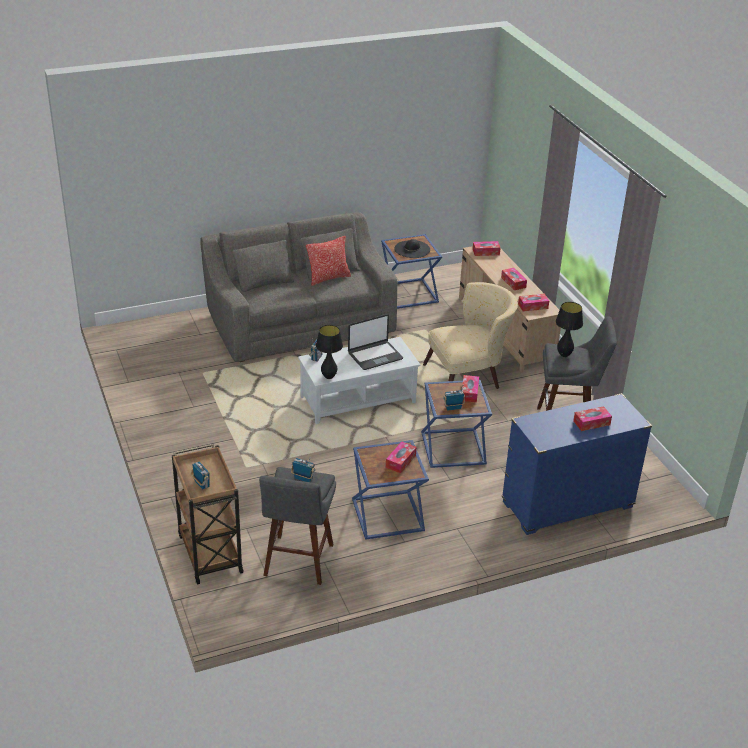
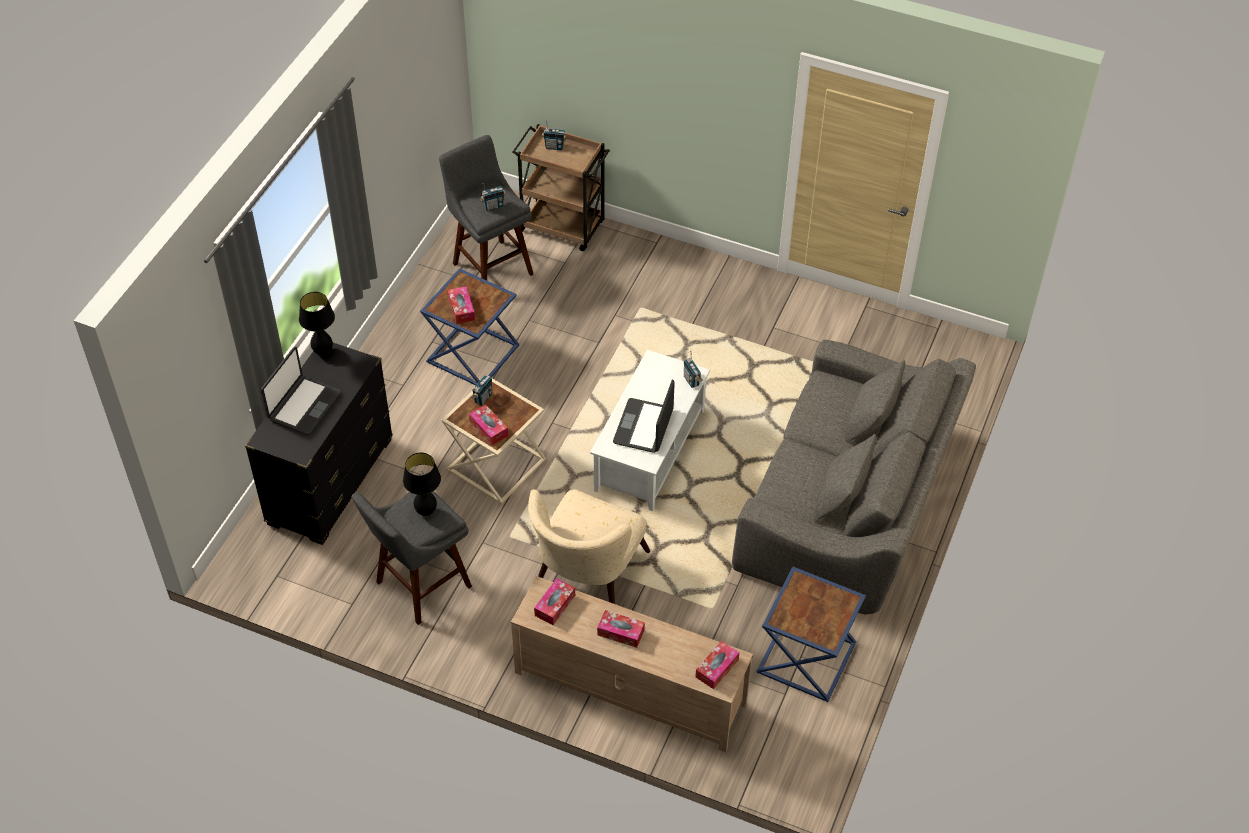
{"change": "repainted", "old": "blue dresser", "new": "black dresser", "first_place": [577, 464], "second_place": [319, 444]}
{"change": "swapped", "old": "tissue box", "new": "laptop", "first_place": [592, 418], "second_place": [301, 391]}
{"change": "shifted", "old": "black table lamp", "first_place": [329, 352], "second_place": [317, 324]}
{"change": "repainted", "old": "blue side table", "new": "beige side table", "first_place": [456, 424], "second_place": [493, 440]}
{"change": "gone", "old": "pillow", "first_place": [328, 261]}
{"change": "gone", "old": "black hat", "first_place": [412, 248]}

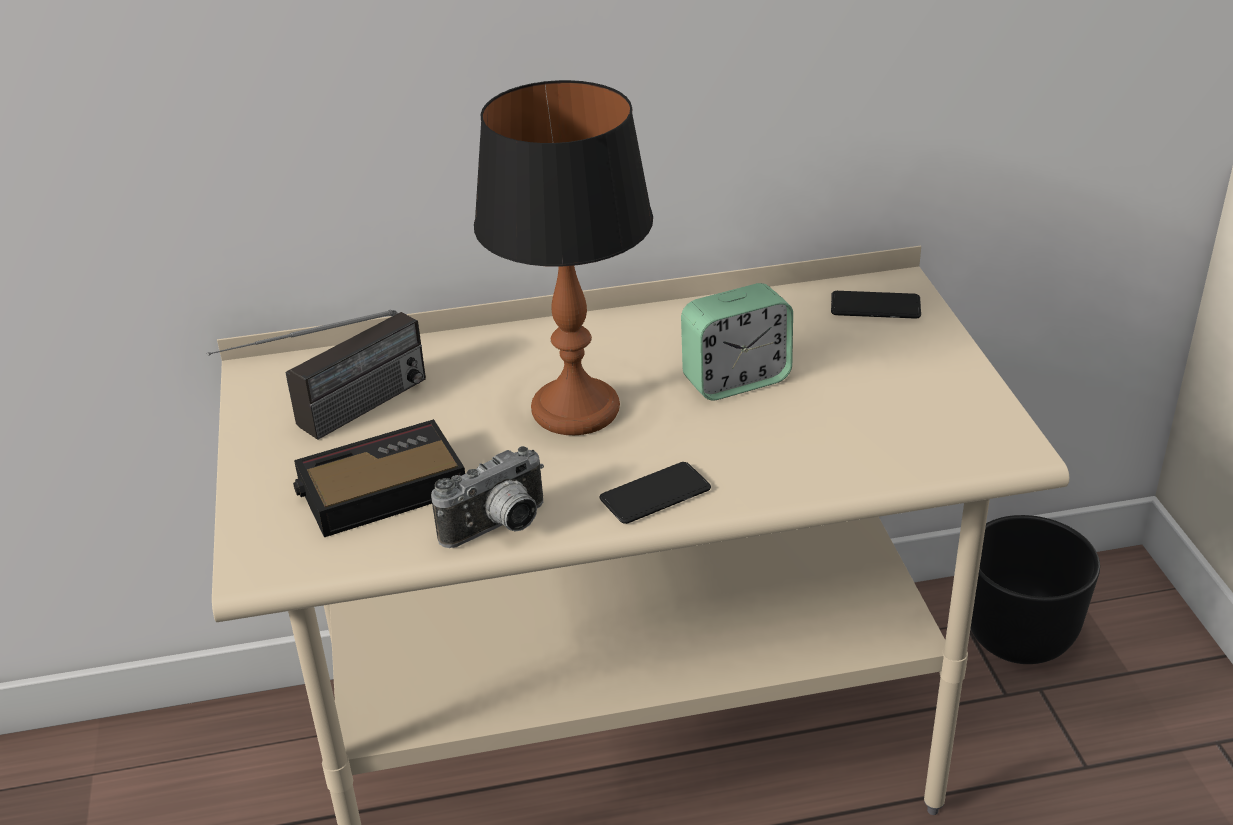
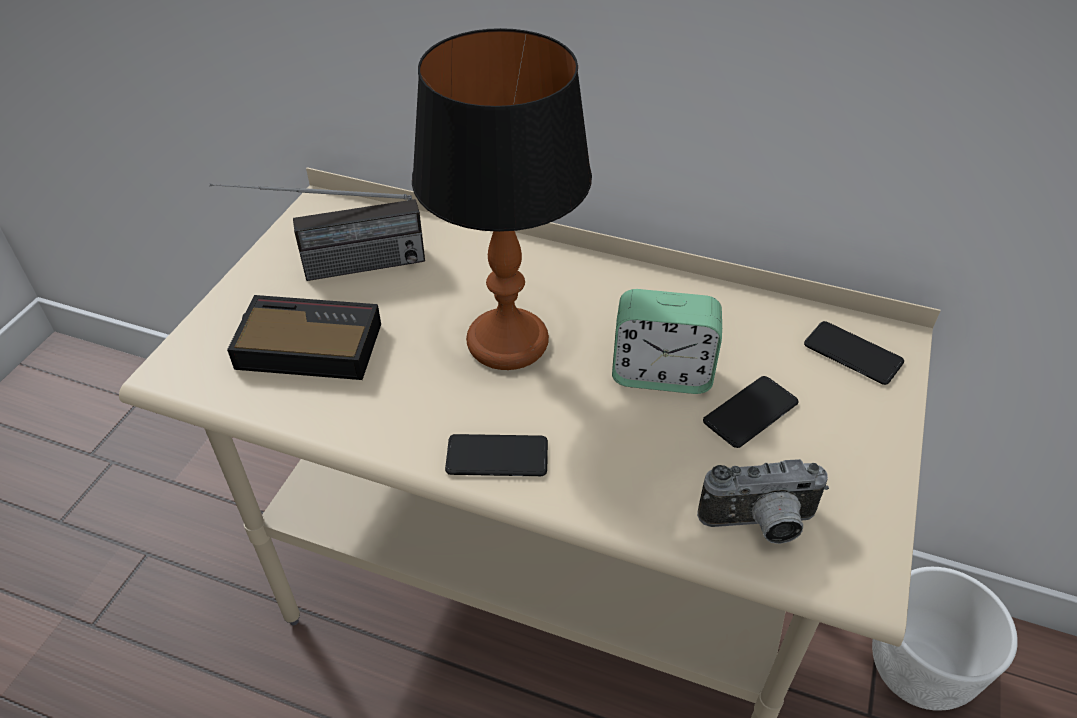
{"change": "shifted", "old": "photo camera", "first_place": [487, 497], "second_place": [763, 501]}
{"change": "new", "new": "phone", "second_place": [751, 412]}
{"change": "repainted", "old": "black planter", "new": "white planter", "first_place": [1035, 589], "second_place": [945, 639]}

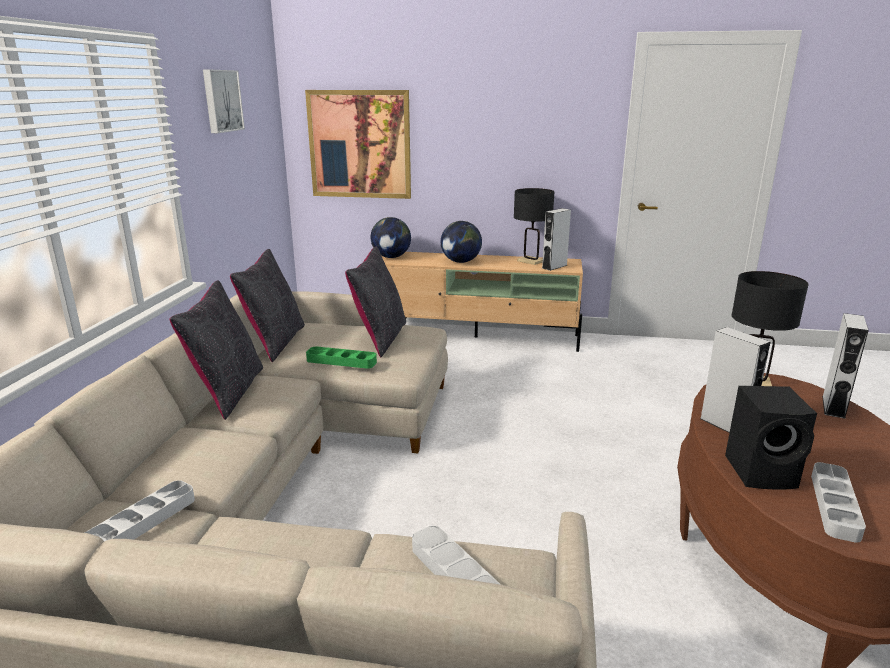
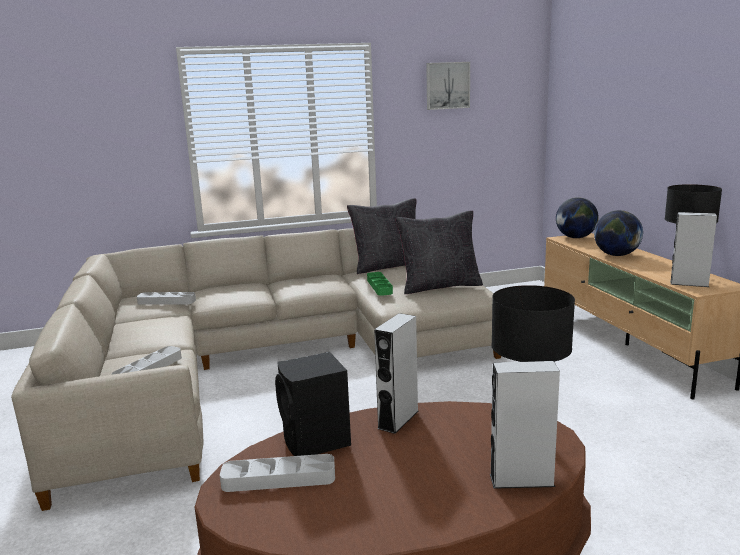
{"change": "gone", "old": "black pillow", "first_place": [216, 350]}
{"change": "gone", "old": "picture", "first_place": [358, 144]}

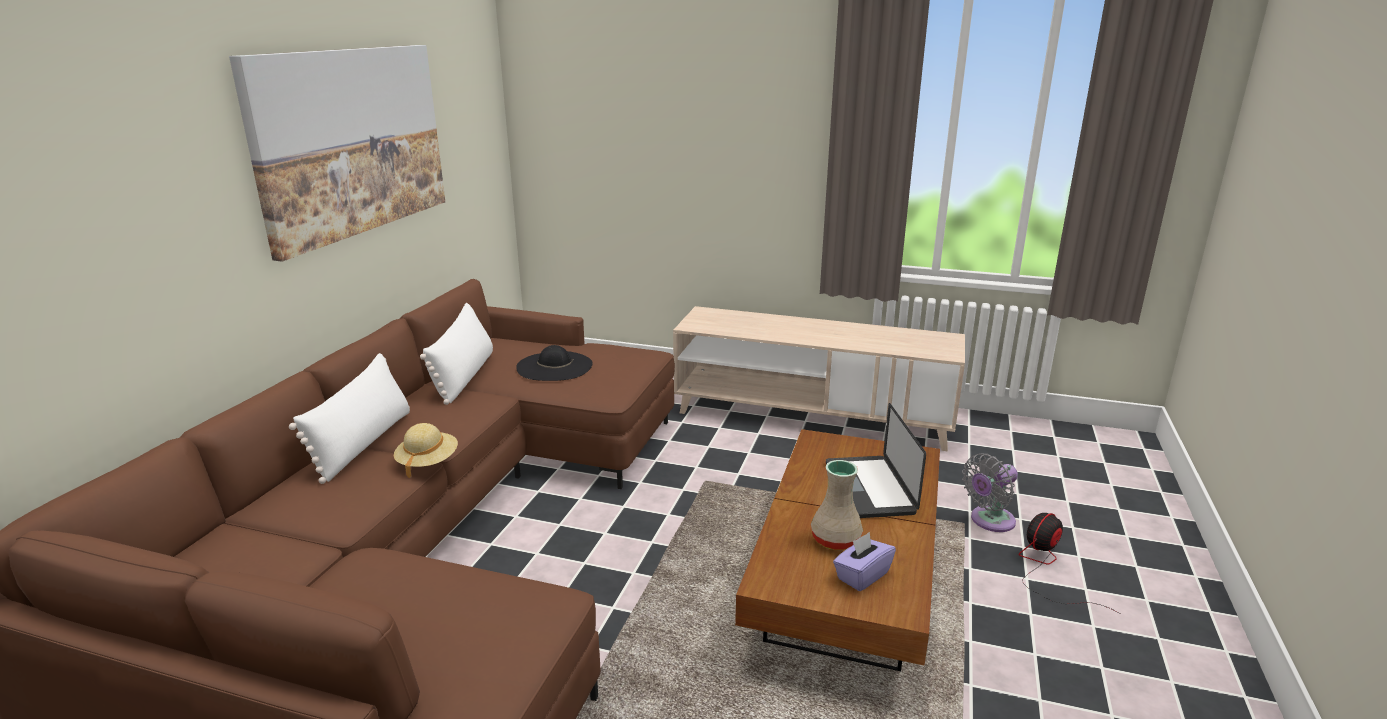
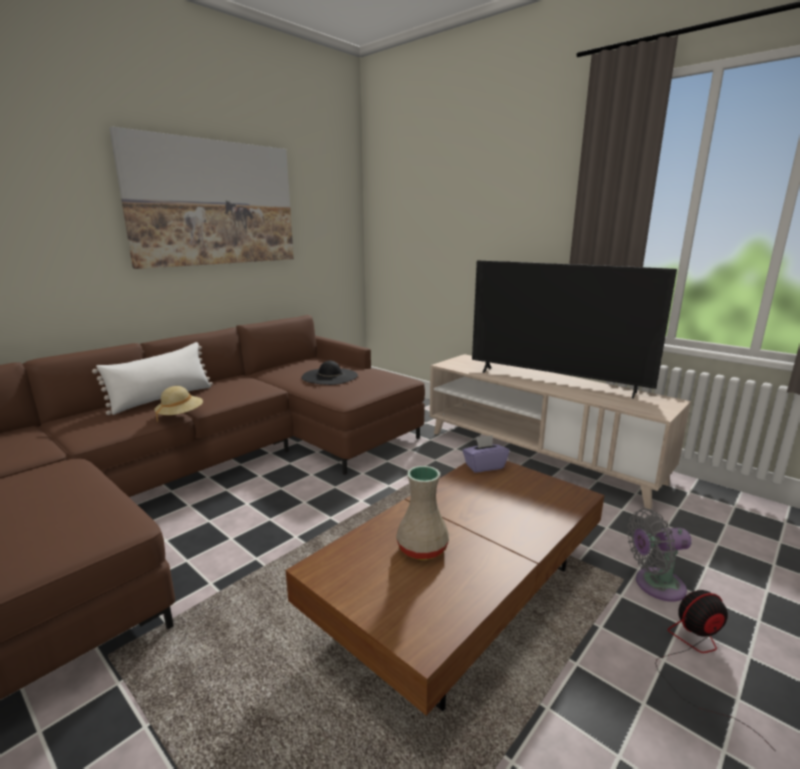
{"change": "shifted", "old": "purple tissue box", "first_place": [864, 561], "second_place": [486, 454]}
{"change": "new", "new": "television", "second_place": [574, 329]}
{"change": "gone", "old": "white pillow", "first_place": [456, 354]}
{"change": "gone", "old": "laptop", "first_place": [876, 460]}

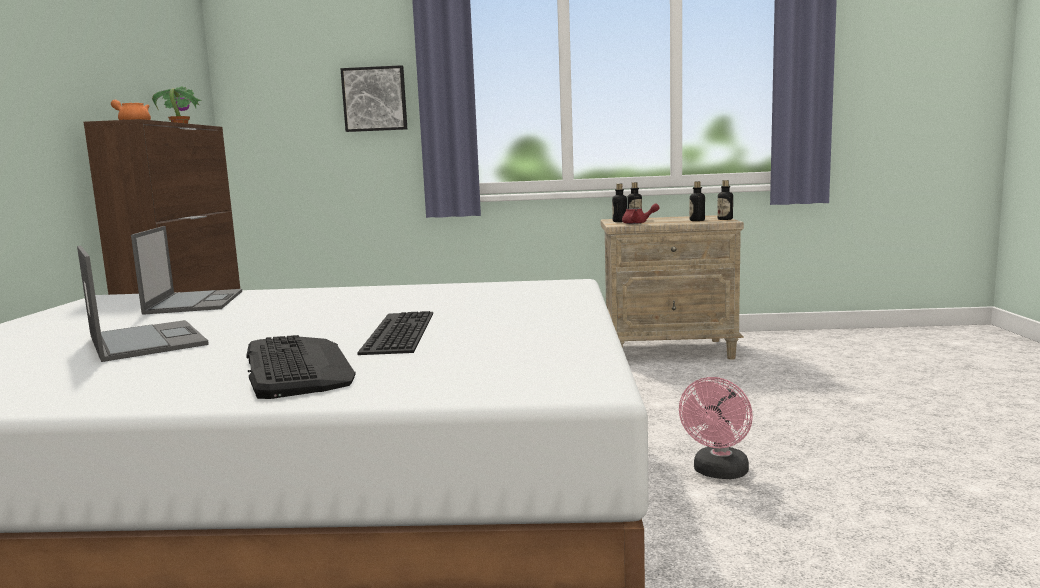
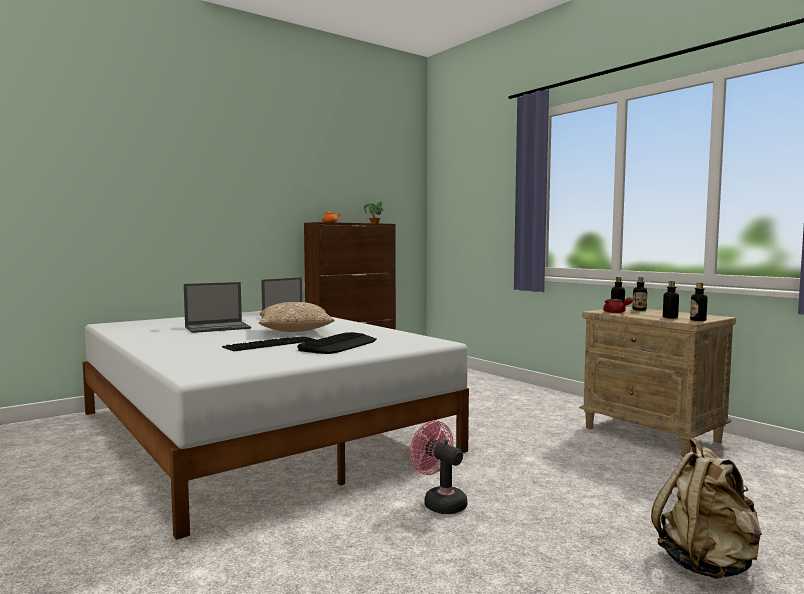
{"change": "rotated", "old": "laptop", "first_place": [143, 304], "second_place": [217, 307], "degrees": 45}
{"change": "new", "new": "pillow", "second_place": [296, 317]}
{"change": "shifted", "old": "keyboard", "first_place": [301, 367], "second_place": [337, 343]}
{"change": "rotated", "old": "pink fan", "first_place": [716, 428], "second_place": [438, 467], "degrees": 60}
{"change": "new", "new": "beige backpack", "second_place": [706, 508]}
{"change": "gone", "old": "picture", "first_place": [373, 98]}

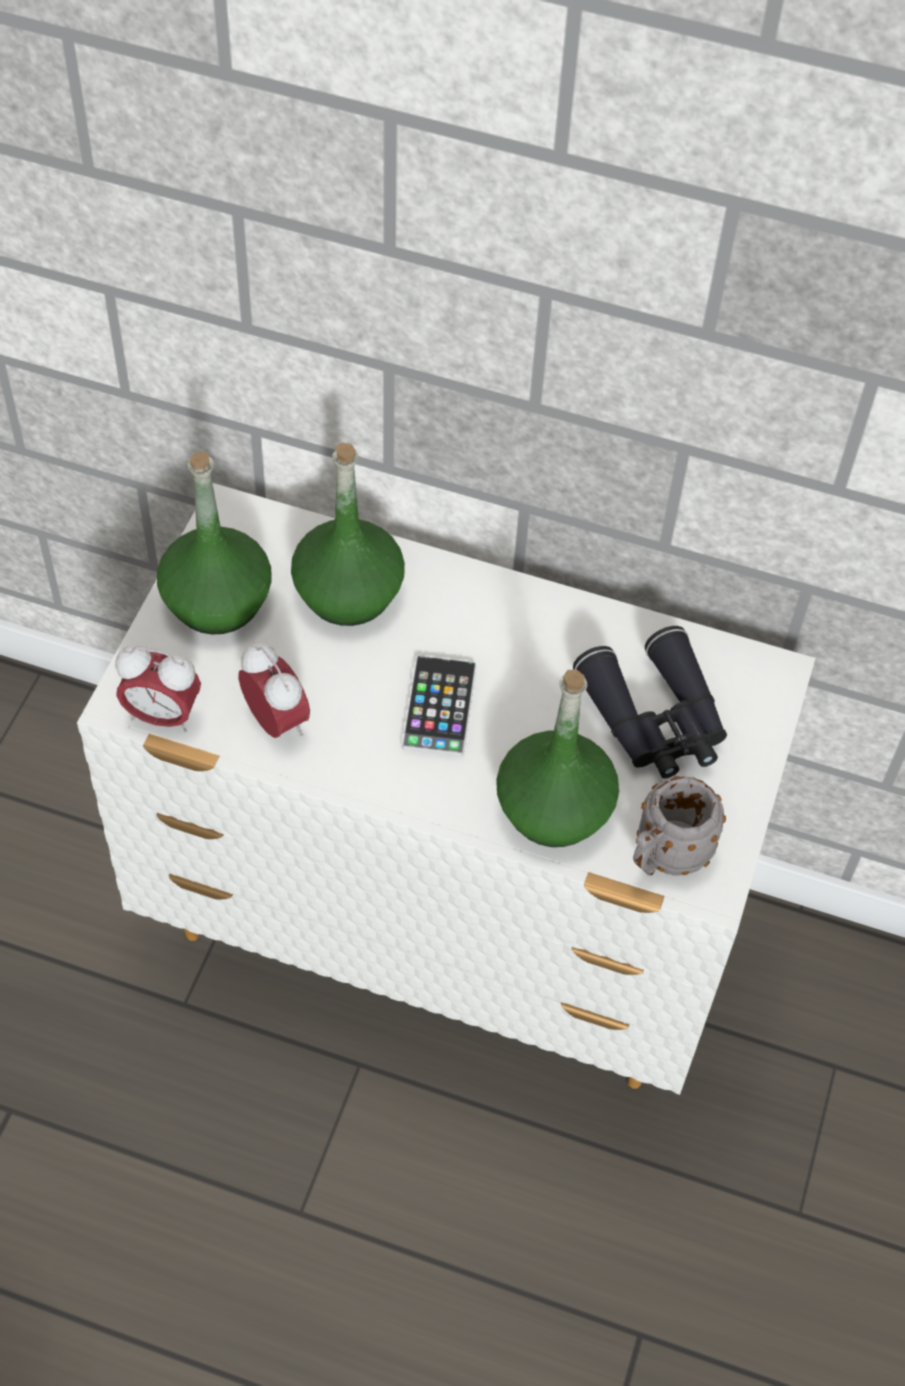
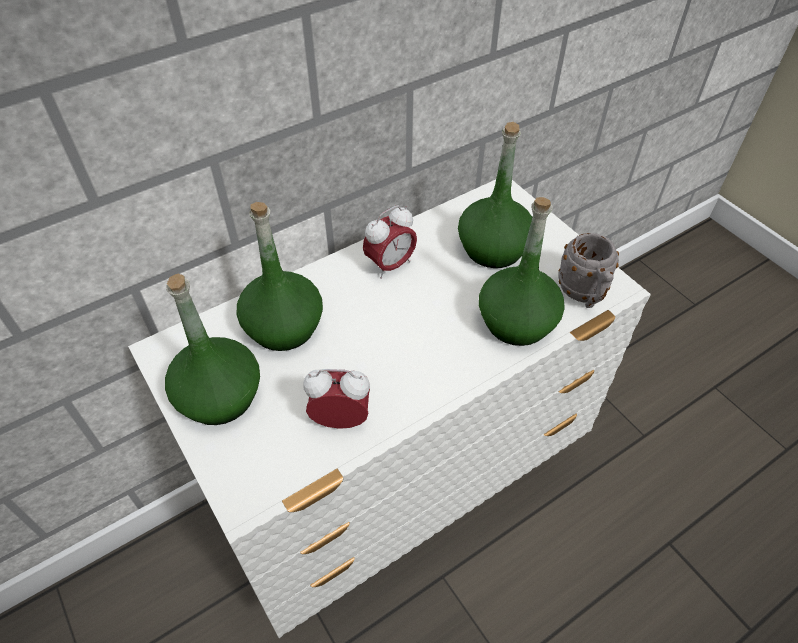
{"change": "shifted", "old": "alarm clock", "first_place": [158, 689], "second_place": [390, 242]}
{"change": "swapped", "old": "black binoculars", "new": "green bottle", "first_place": [650, 702], "second_place": [495, 195]}
{"change": "gone", "old": "phone", "first_place": [439, 706]}

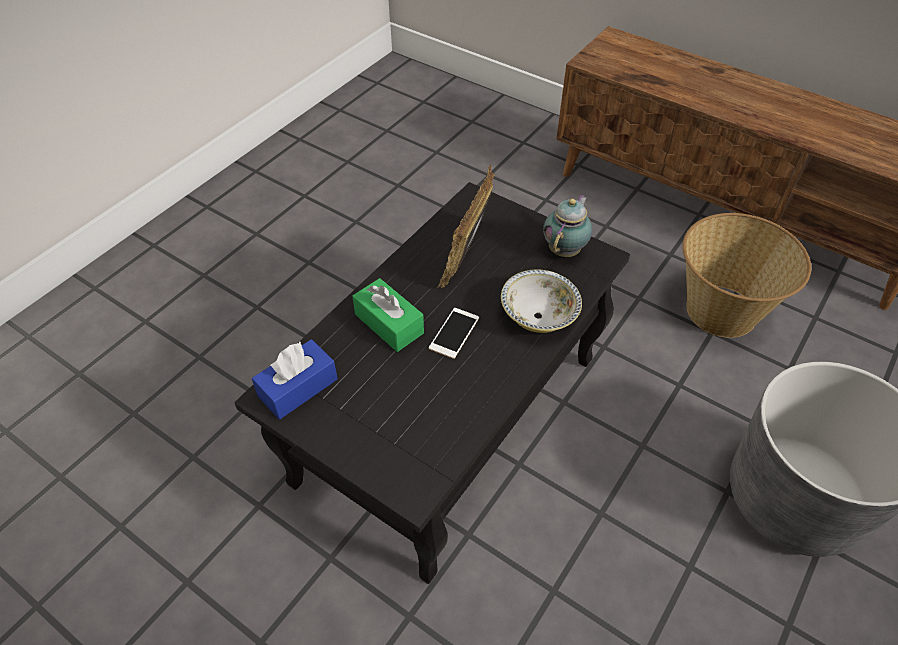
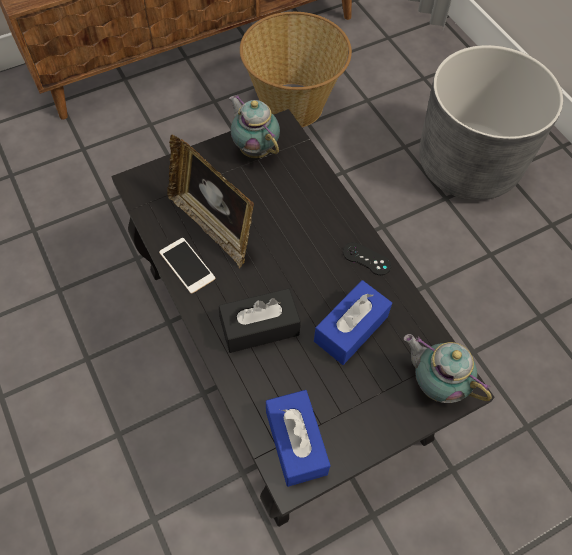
{"change": "shifted", "old": "phone", "first_place": [454, 333], "second_place": [187, 266]}
{"change": "repainted", "old": "green tissue box", "new": "black tissue box", "first_place": [388, 315], "second_place": [260, 320]}
{"change": "new", "new": "blue tissue box", "second_place": [353, 322]}
{"change": "new", "new": "black game controller", "second_place": [367, 258]}
{"change": "new", "new": "teapot", "second_place": [448, 368]}
{"change": "gone", "old": "bowl", "first_place": [541, 301]}

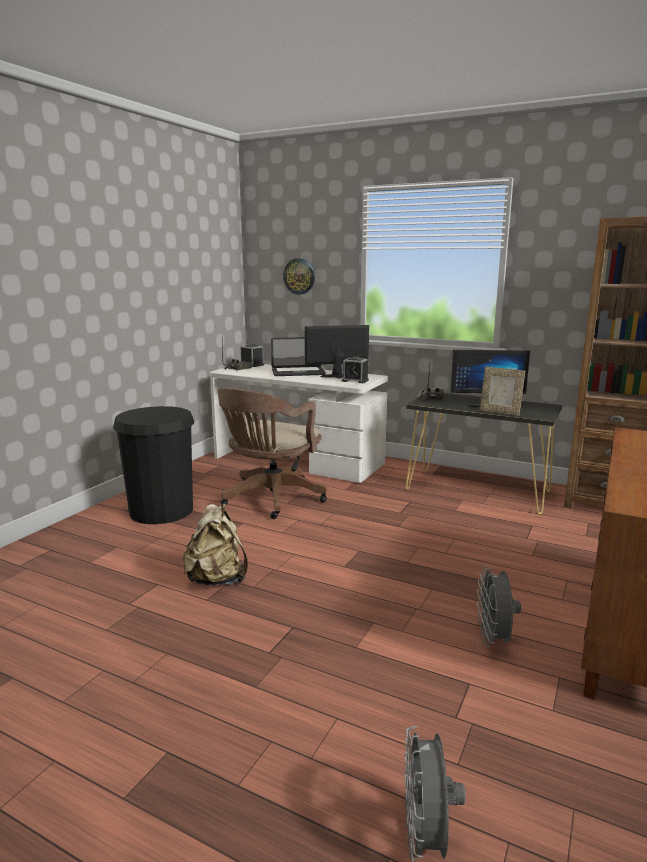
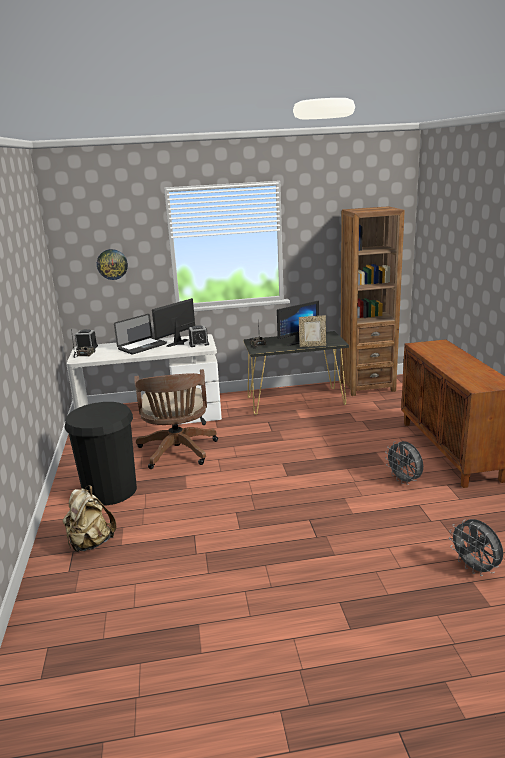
{"change": "shifted", "old": "beige backpack", "first_place": [215, 544], "second_place": [90, 519]}

